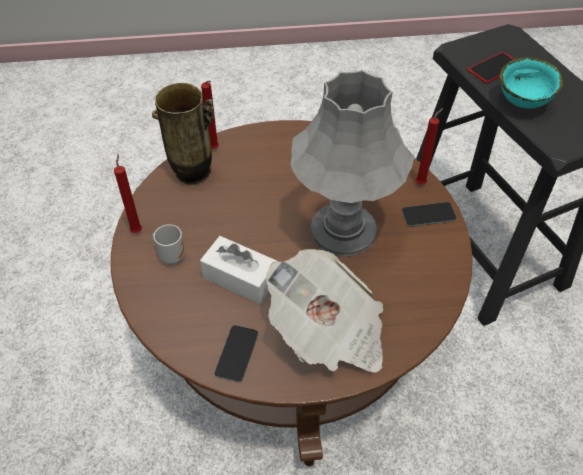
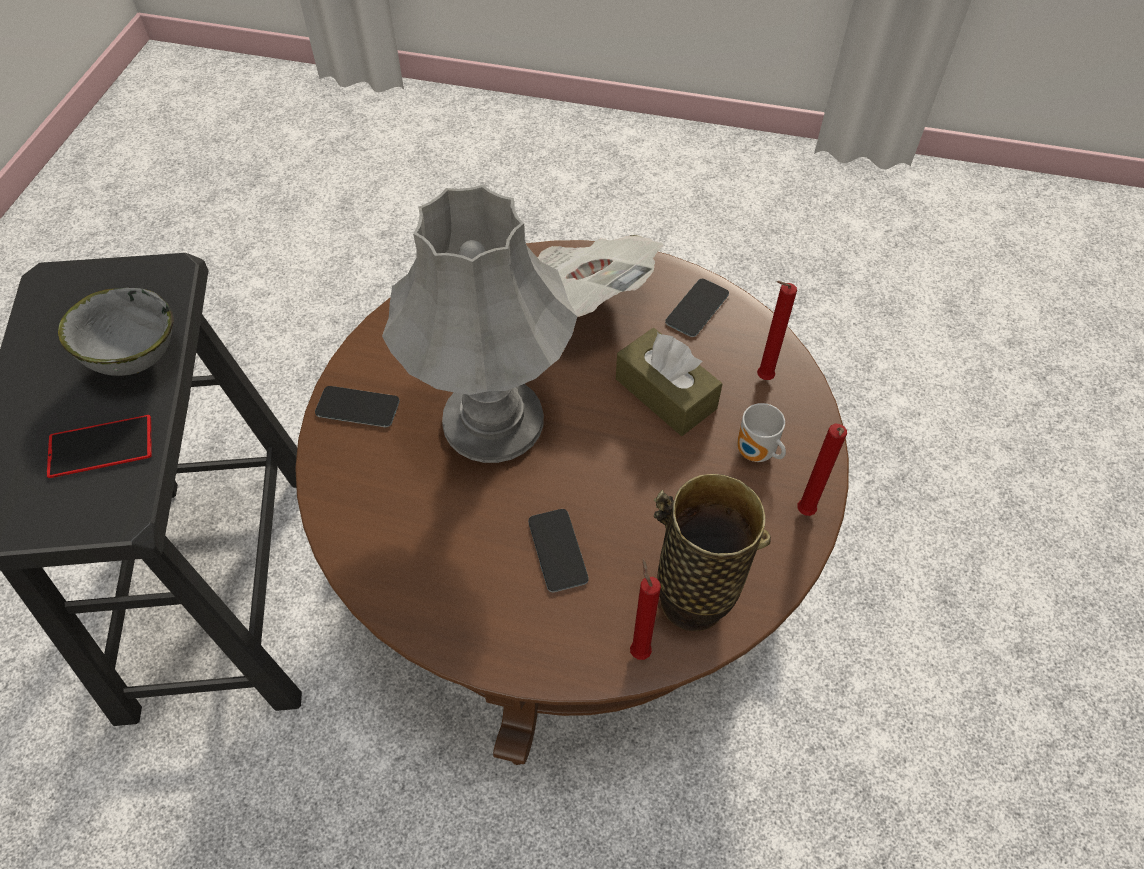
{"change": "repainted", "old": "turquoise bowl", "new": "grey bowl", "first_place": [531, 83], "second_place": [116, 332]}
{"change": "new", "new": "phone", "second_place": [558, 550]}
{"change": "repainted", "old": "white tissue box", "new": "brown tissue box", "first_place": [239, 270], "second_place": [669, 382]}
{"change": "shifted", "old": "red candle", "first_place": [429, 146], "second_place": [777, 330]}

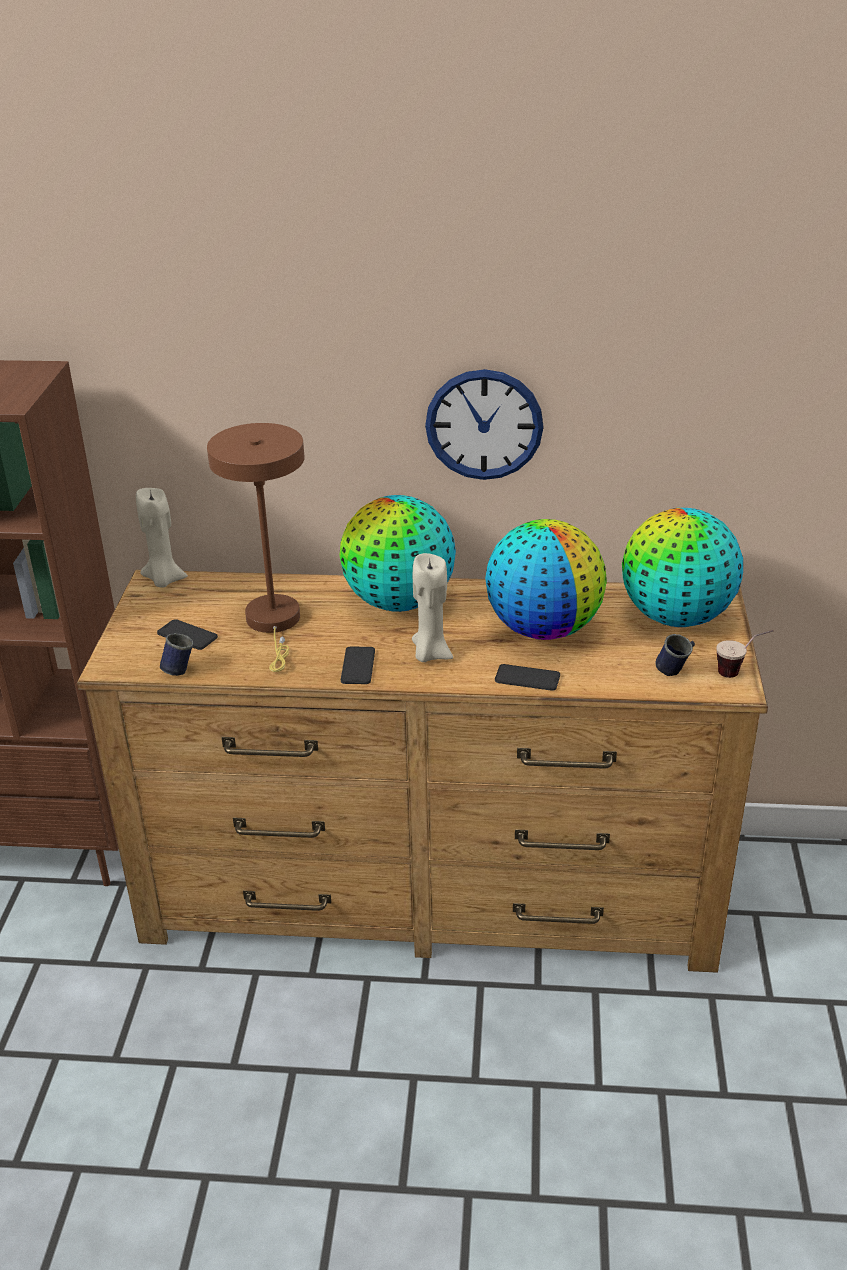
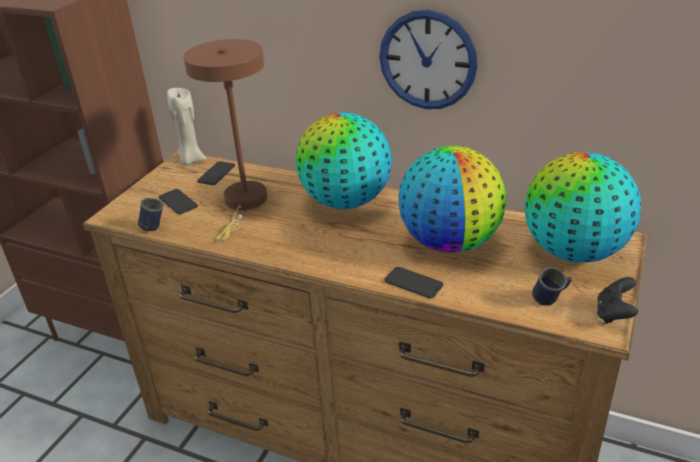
{"change": "shifted", "old": "phone", "first_place": [358, 665], "second_place": [216, 173]}
{"change": "swapped", "old": "cup", "new": "black game controller", "first_place": [744, 654], "second_place": [617, 300]}
{"change": "gone", "old": "beige candle", "first_place": [432, 607]}

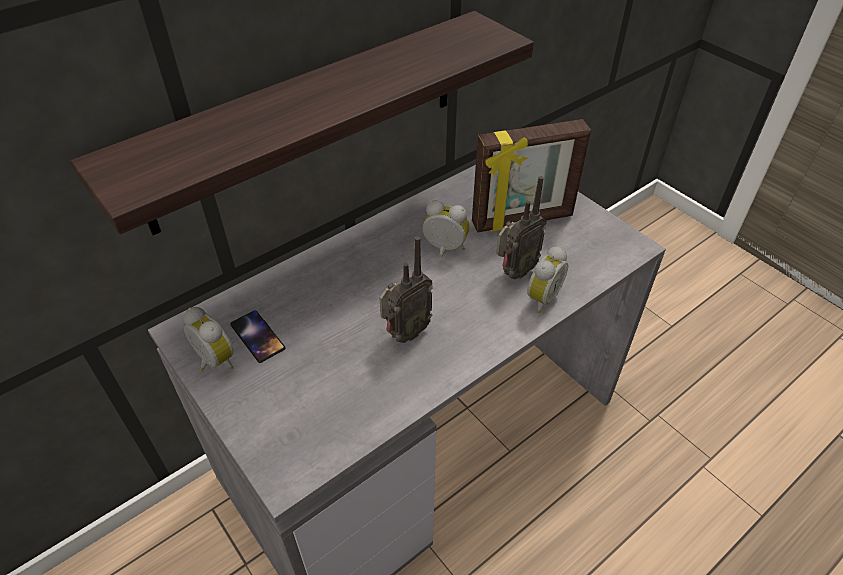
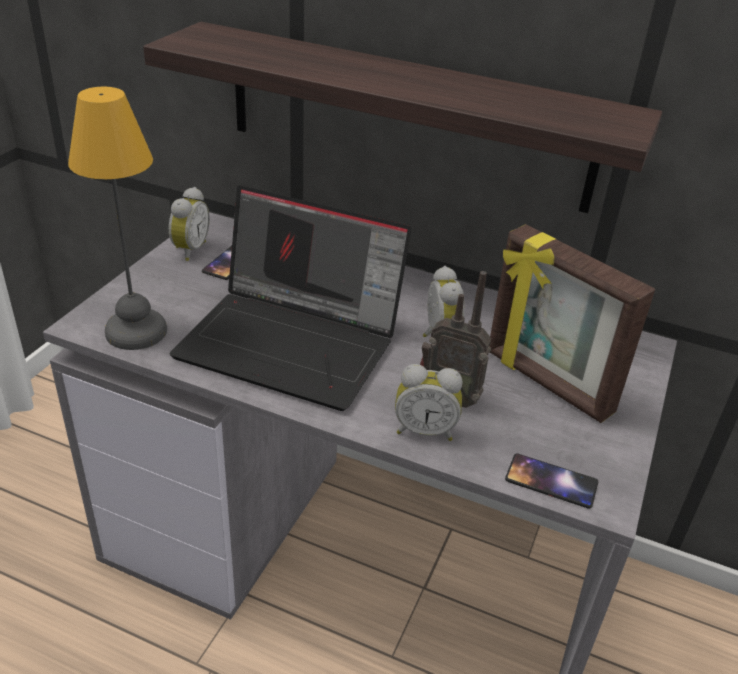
{"change": "new", "new": "table lamp", "second_place": [117, 218]}
{"change": "swapped", "old": "radio", "new": "laptop", "first_place": [406, 289], "second_place": [290, 298]}
{"change": "new", "new": "phone", "second_place": [551, 481]}

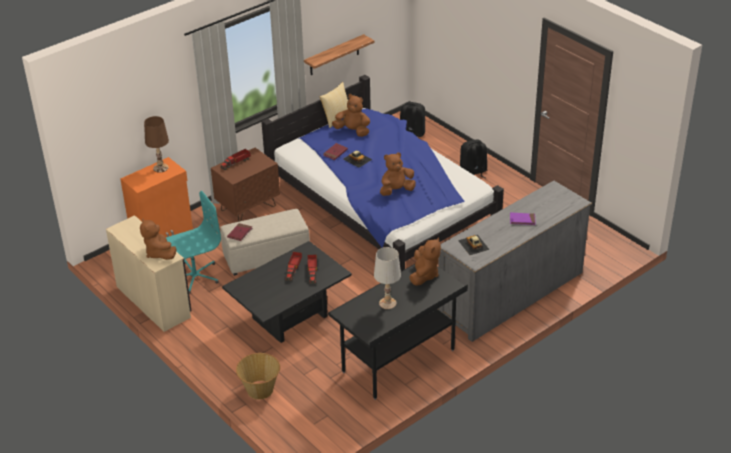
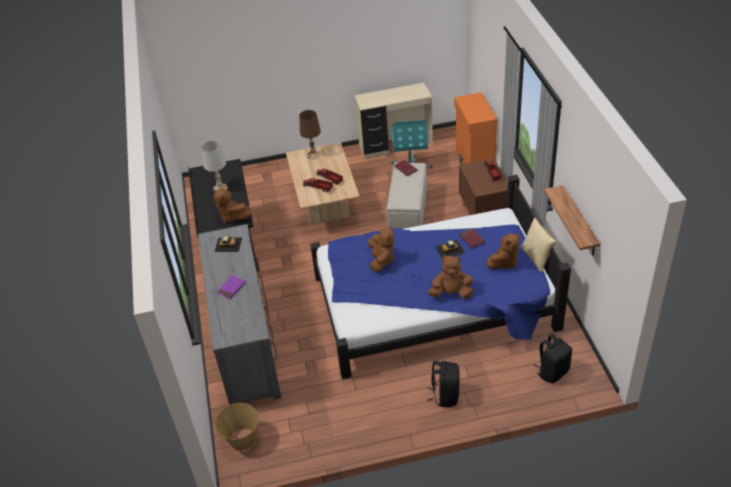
{"change": "shifted", "old": "basket", "first_place": [258, 376], "second_place": [237, 427]}
{"change": "repainted", "old": "black coffee table", "new": "beige coffee table", "first_place": [287, 292], "second_place": [323, 183]}
{"change": "shifted", "old": "brown table lamp", "first_place": [156, 144], "second_place": [310, 134]}
{"change": "shifted", "old": "brown plush toy", "first_place": [158, 239], "second_place": [450, 277]}

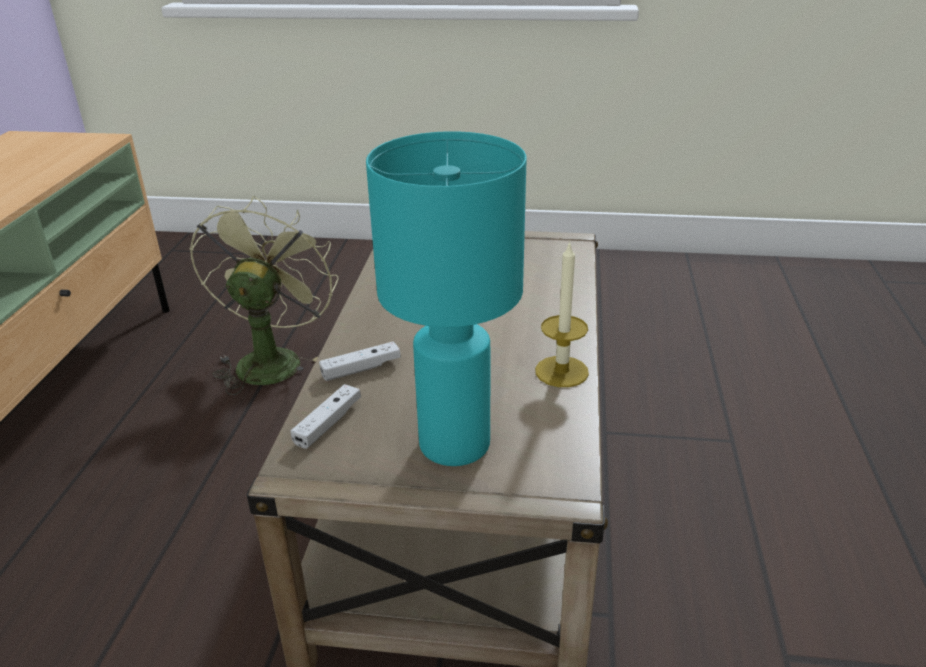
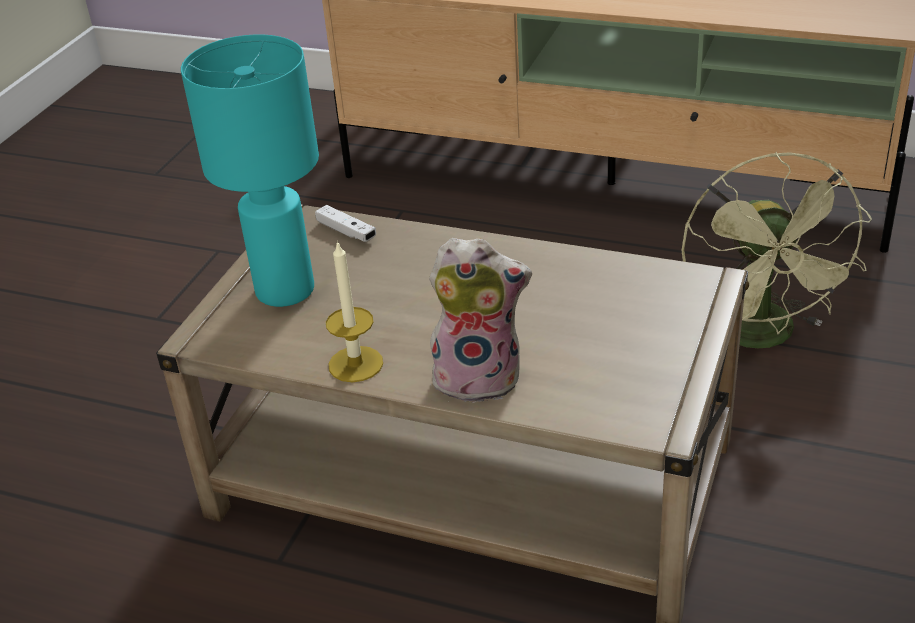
{"change": "new", "new": "plush toy", "second_place": [480, 320]}
{"change": "rotated", "old": "green fan", "first_place": [263, 295], "second_place": [776, 250], "degrees": 60}
{"change": "gone", "old": "white game controller", "first_place": [360, 361]}

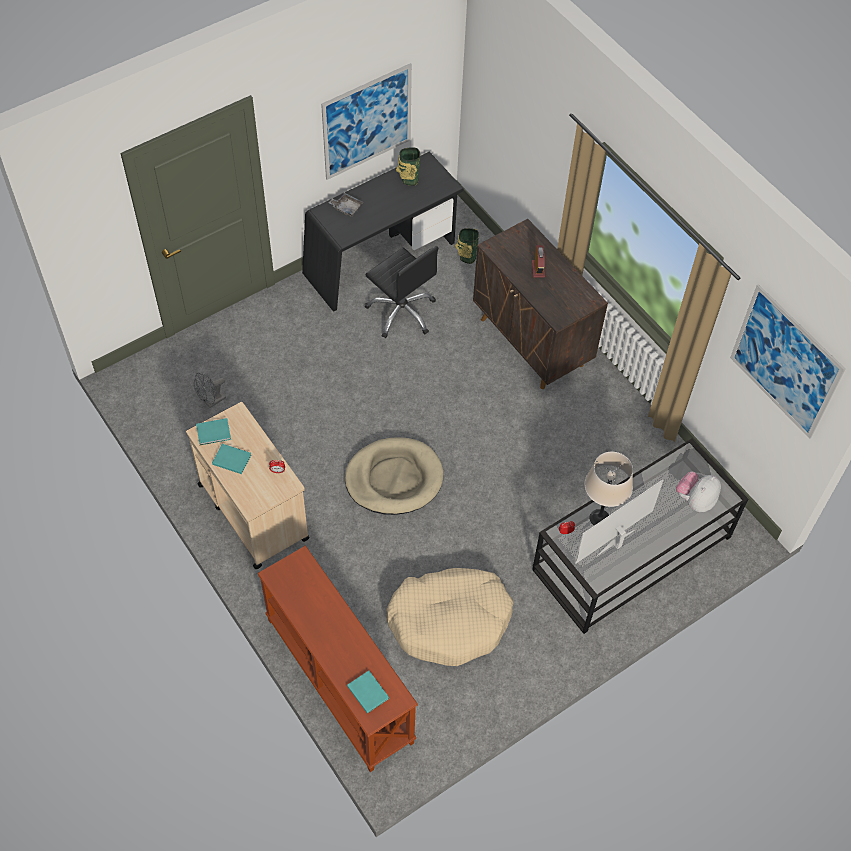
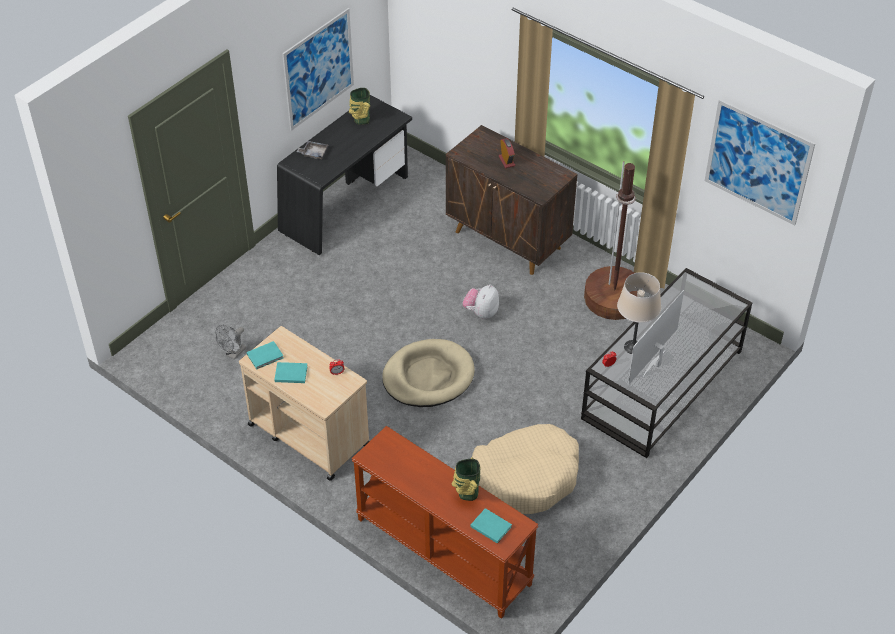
{"change": "shifted", "old": "vase", "first_place": [467, 246], "second_place": [466, 479]}
{"change": "shifted", "old": "plush toy", "first_place": [698, 491], "second_place": [481, 301]}
{"change": "new", "new": "brown floor lamp", "second_place": [611, 240]}
{"change": "gone", "old": "black office chair", "first_place": [401, 292]}

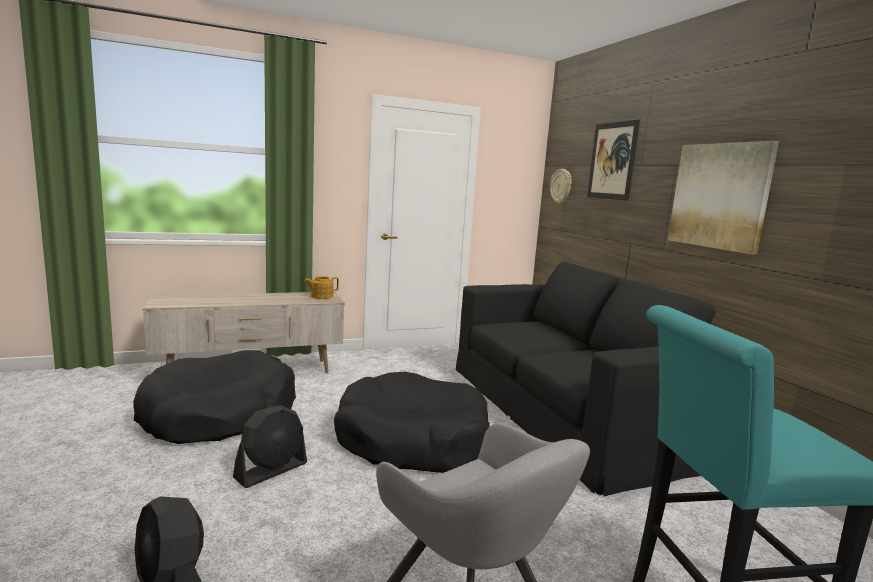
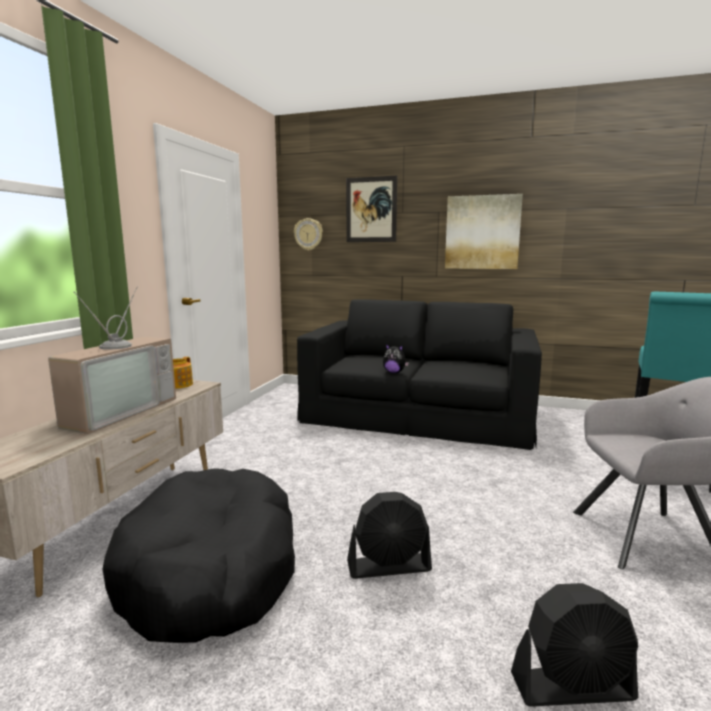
{"change": "new", "new": "television", "second_place": [112, 360]}
{"change": "rotated", "old": "black fan", "first_place": [270, 446], "second_place": [389, 535], "degrees": 90}
{"change": "new", "new": "plush toy", "second_place": [396, 358]}
{"change": "gone", "old": "black dog bed", "first_place": [412, 422]}

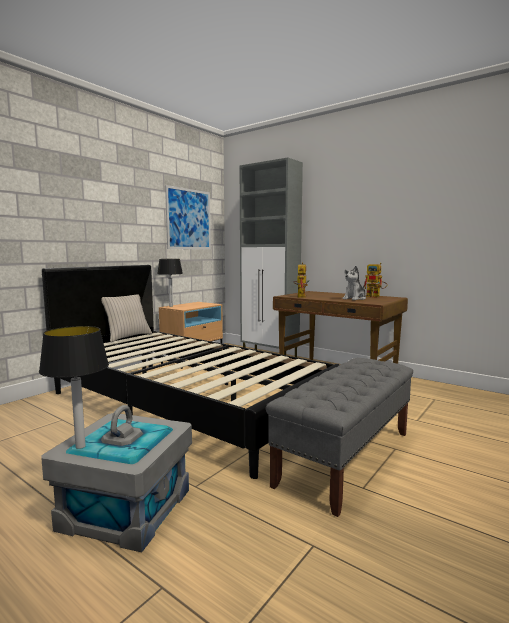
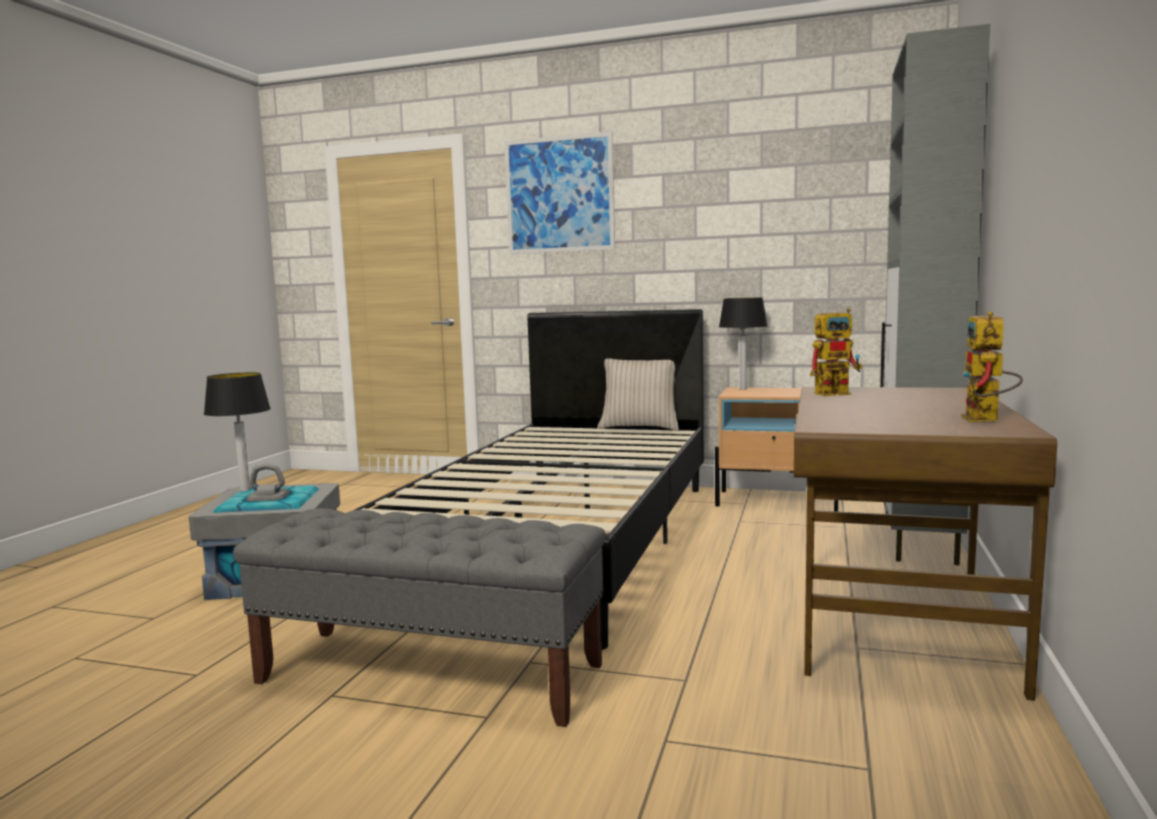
{"change": "shifted", "old": "picture", "first_place": [188, 217], "second_place": [559, 192]}
{"change": "gone", "old": "plush toy", "first_place": [354, 283]}

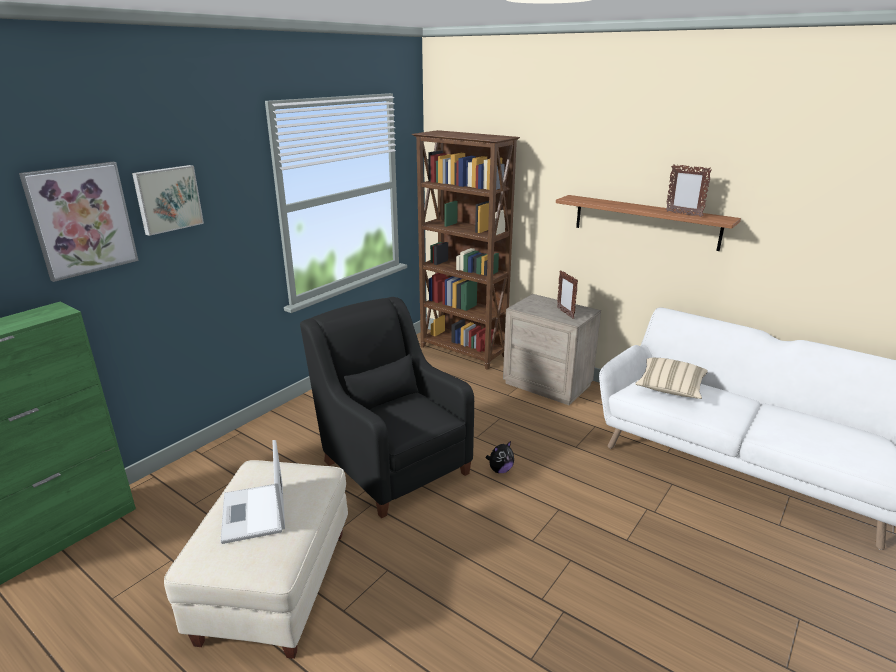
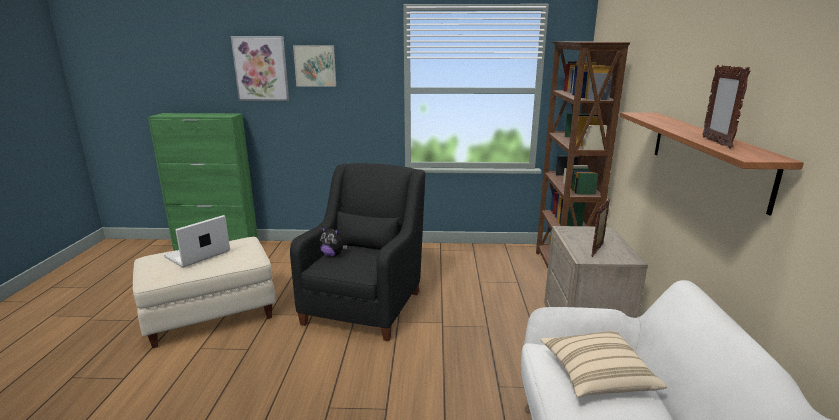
{"change": "shifted", "old": "plush toy", "first_place": [500, 457], "second_place": [333, 242]}

